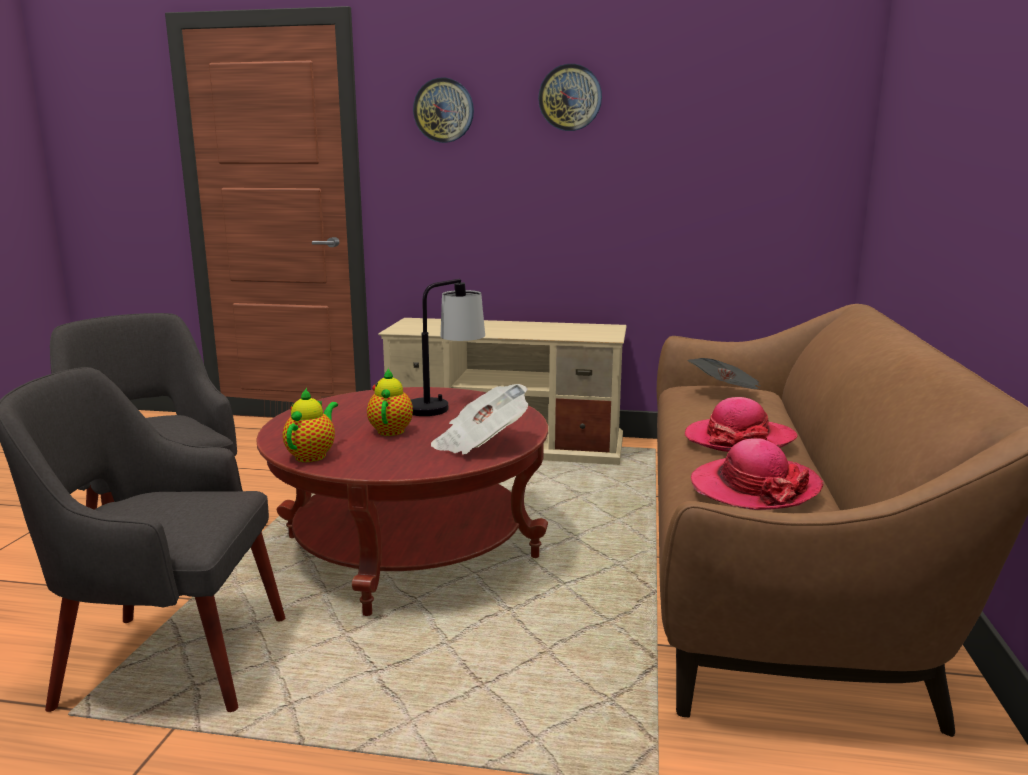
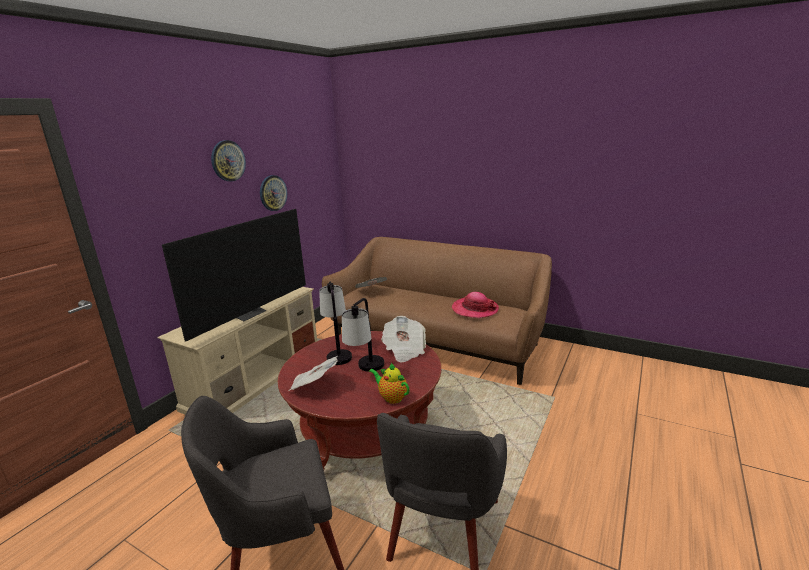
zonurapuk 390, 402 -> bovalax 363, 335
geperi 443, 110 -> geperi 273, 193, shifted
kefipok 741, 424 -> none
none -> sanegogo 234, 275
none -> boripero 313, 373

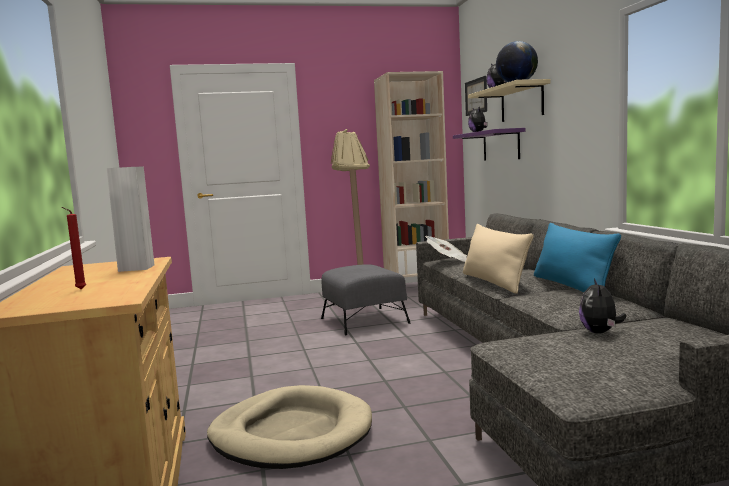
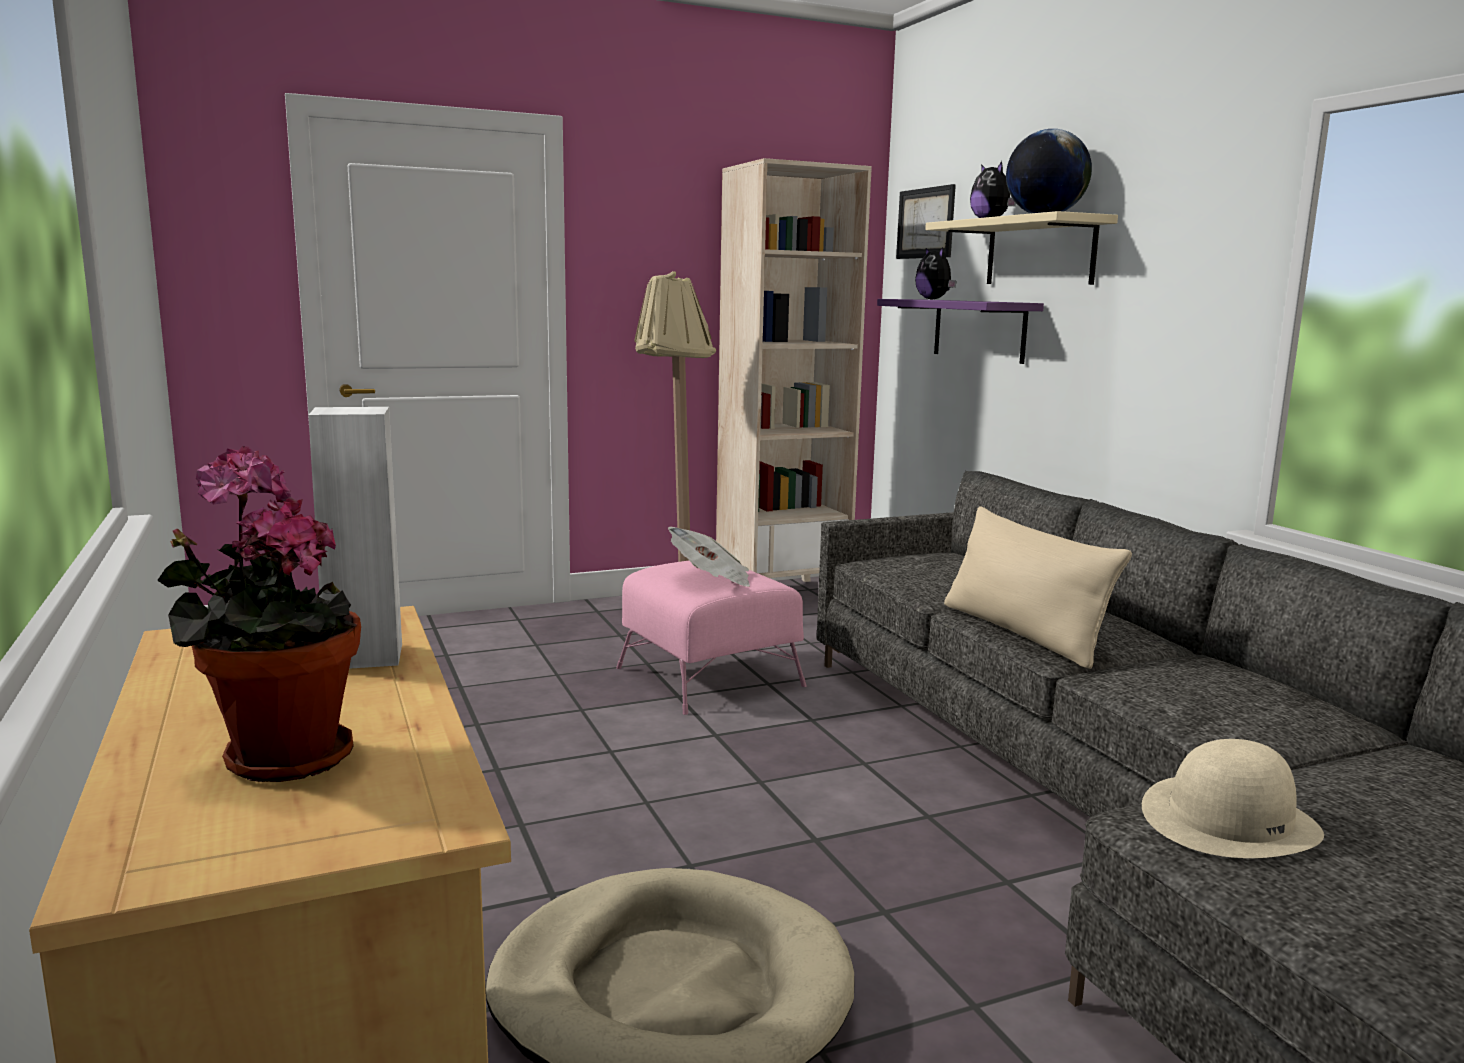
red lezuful 73, 248 -> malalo 259, 614
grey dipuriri 366, 299 -> pink dipuriri 711, 638
boripero 446, 249 -> boripero 709, 557, shifted
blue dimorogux 577, 257 -> none
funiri 602, 306 -> none
none -> beige kefipok 1233, 798

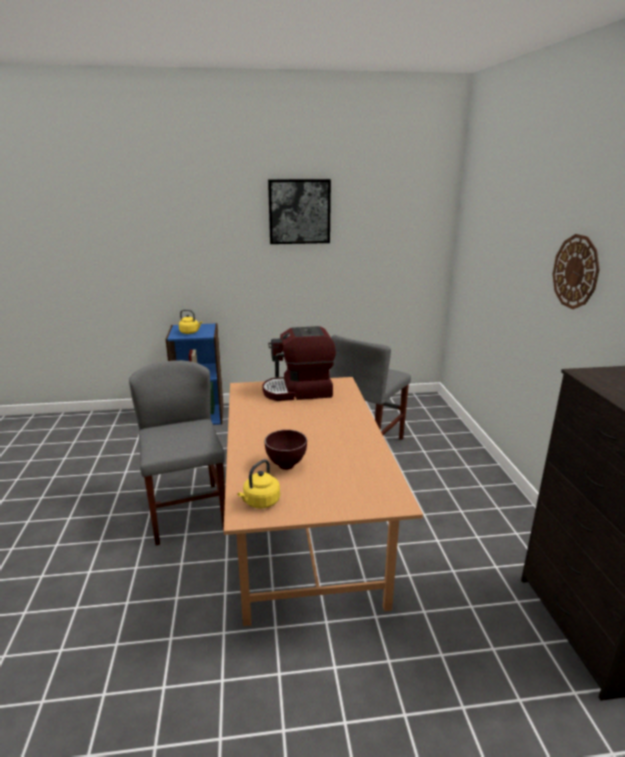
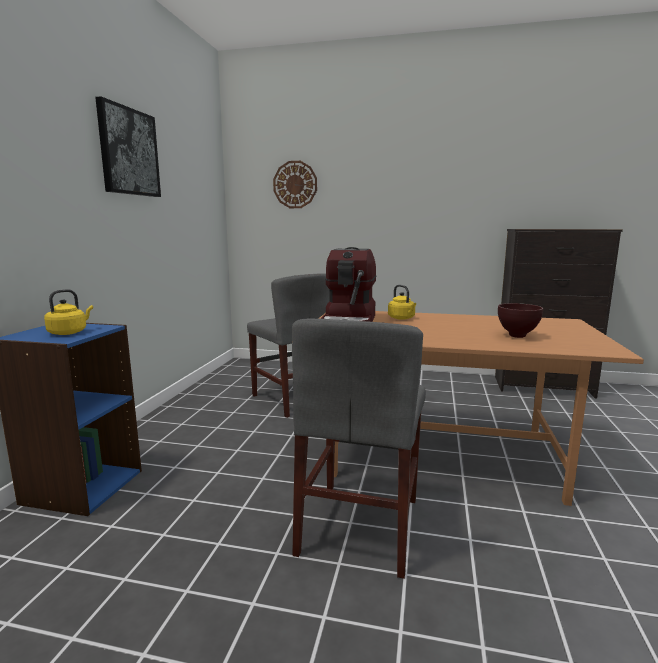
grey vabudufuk 177, 453 -> grey vabudufuk 359, 448, 75 degrees counterclockwise
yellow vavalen 258, 484 -> yellow vavalen 402, 302, shifted
geperi 576, 271 -> geperi 295, 184, shifted

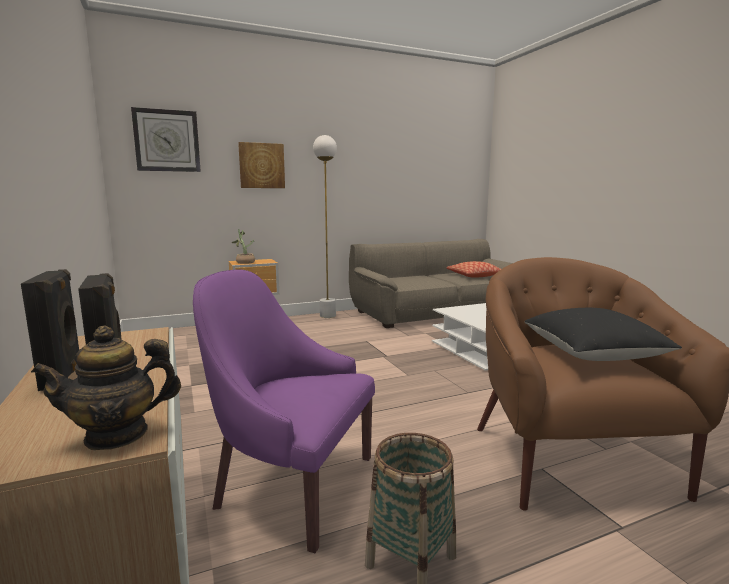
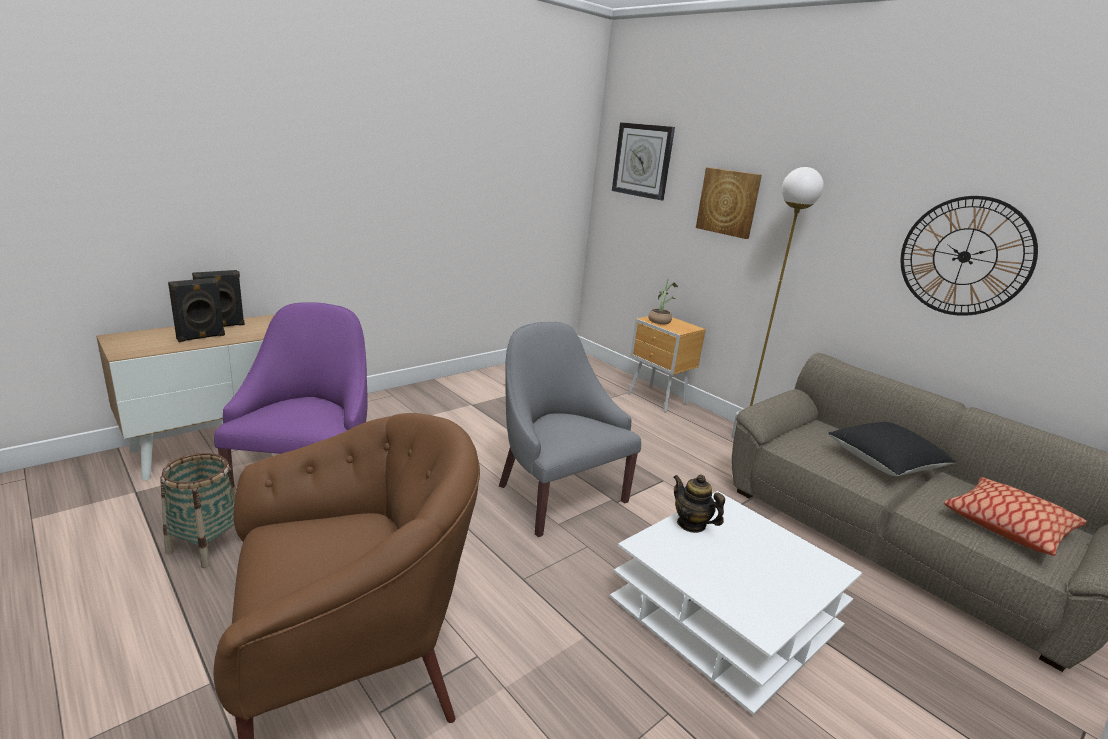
zonurapuk 106, 388 -> zonurapuk 699, 503, shifted
black dimorogux 603, 334 -> black dimorogux 892, 449, shifted
none -> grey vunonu 570, 429
none -> geperi 969, 256

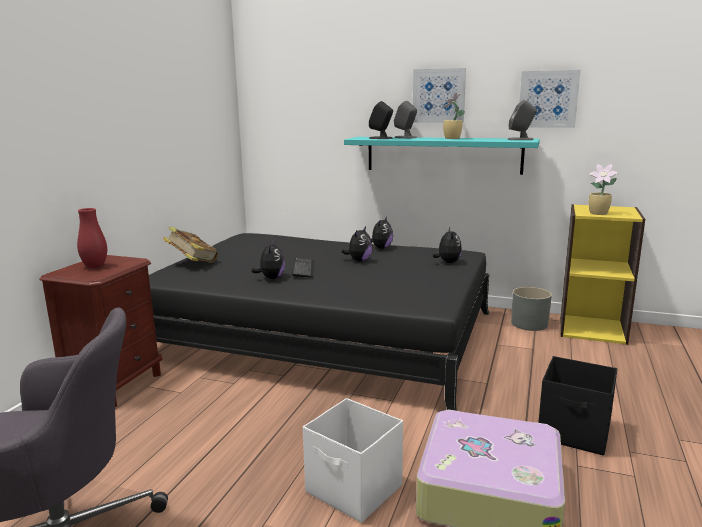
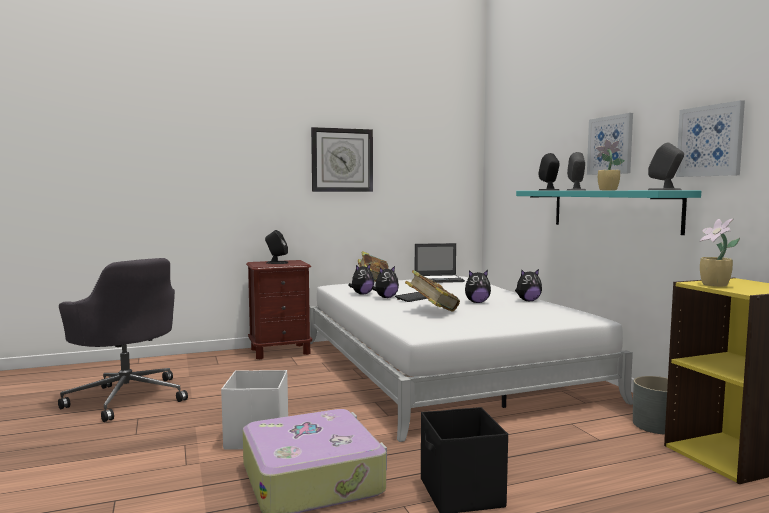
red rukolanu 92, 238 -> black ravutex 276, 247
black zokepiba 319, 322 -> white zokepiba 471, 359
funiri 447, 245 -> funiri 361, 279, shifted
none -> geperi 342, 159
none -> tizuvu 432, 291
none -> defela 439, 263

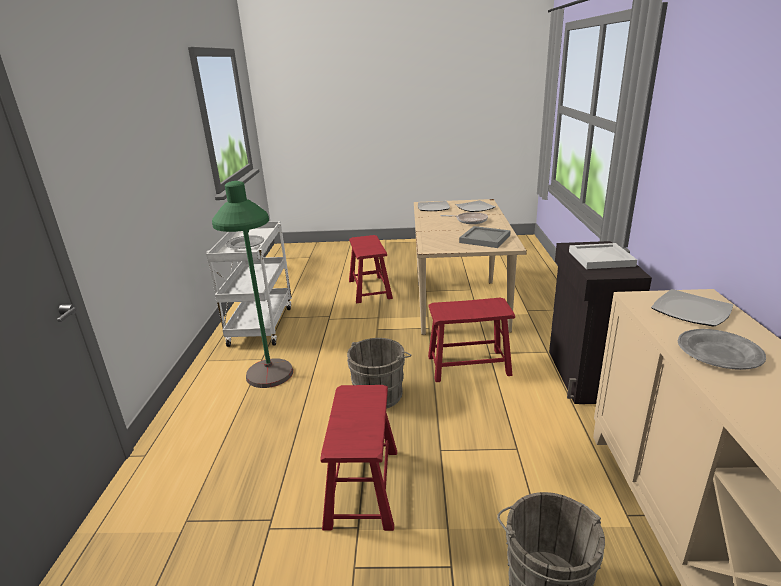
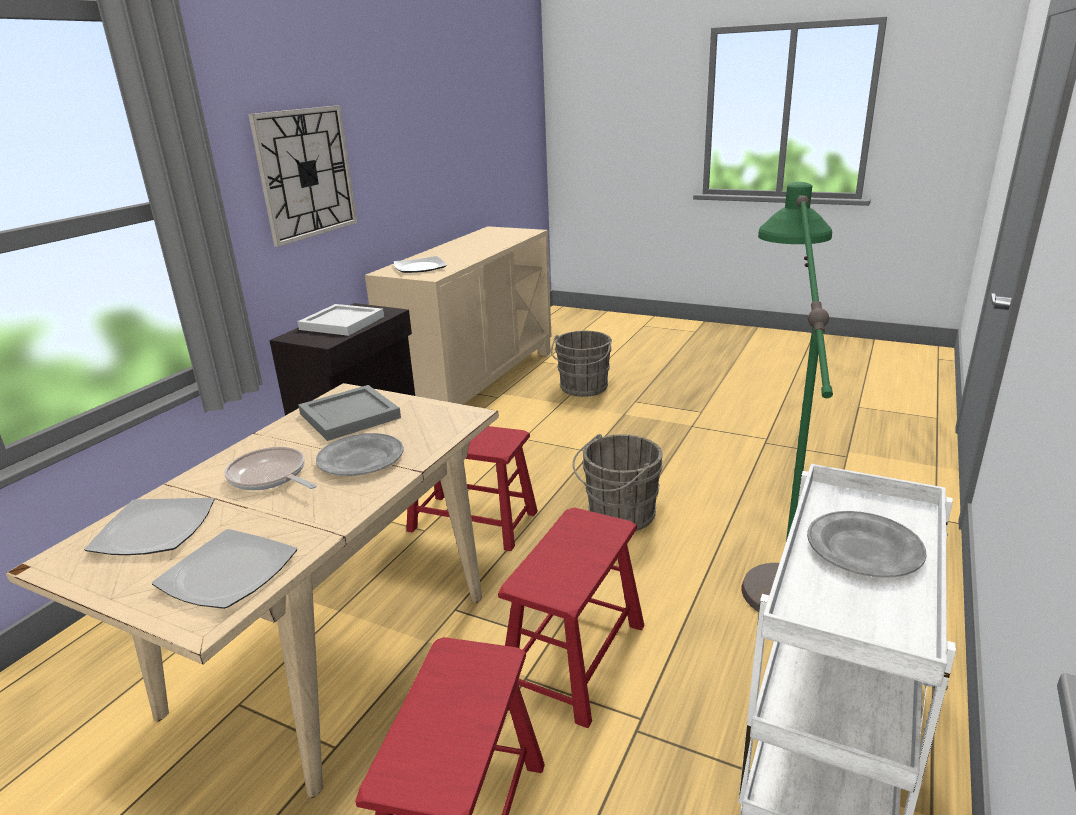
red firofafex 358, 458 -> red firofafex 571, 617, shifted
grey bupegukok 722, 349 -> grey bupegukok 359, 454, shifted
none -> geperi 302, 176

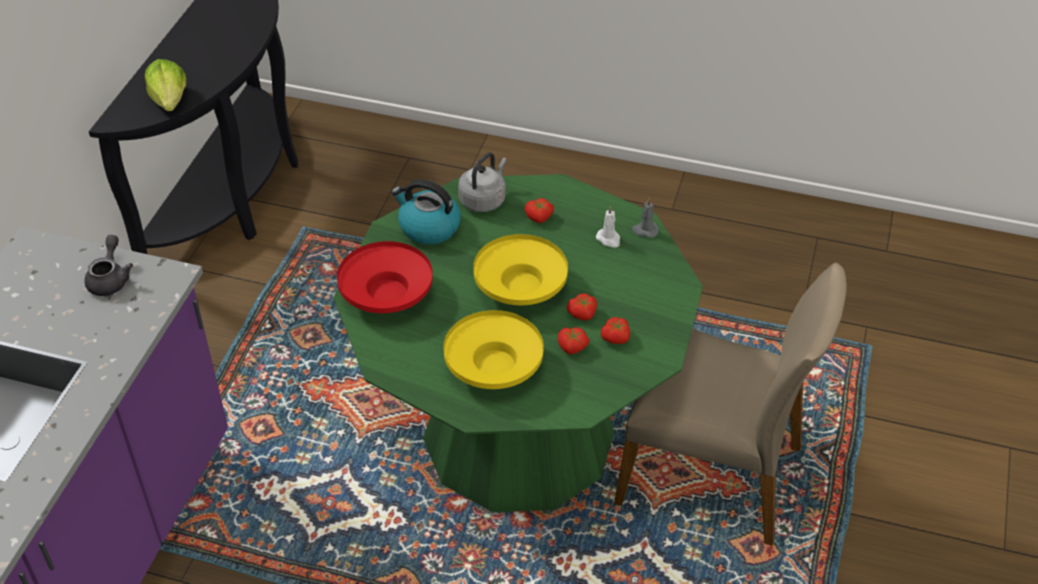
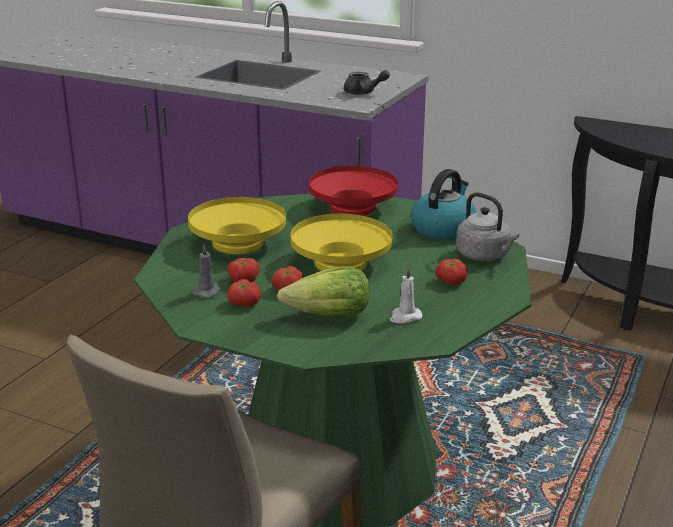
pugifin 165, 85 -> pugifin 323, 292, shifted
grey lezuful 645, 218 -> grey lezuful 206, 271, shifted

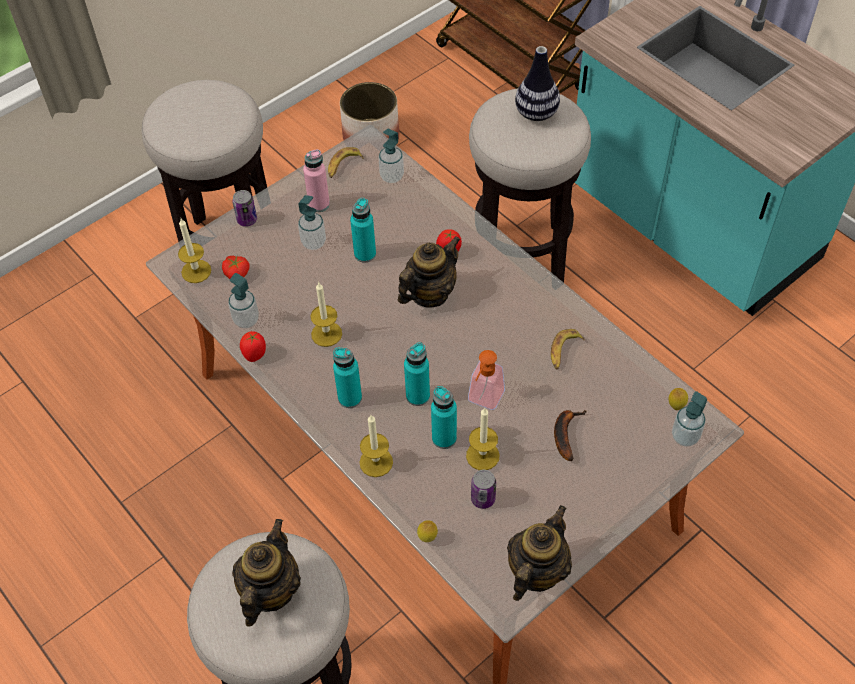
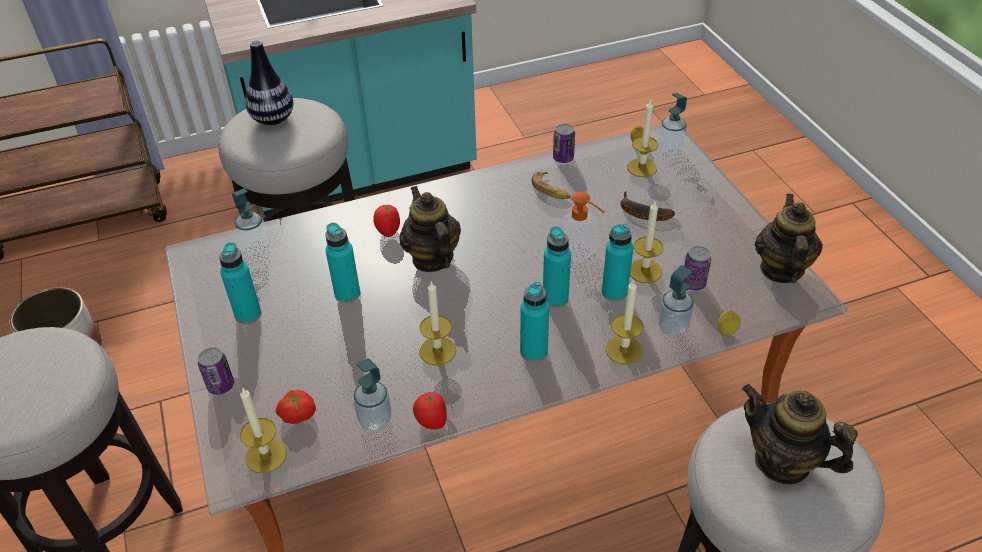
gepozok 312, 222 -> gepozok 676, 300, shifted
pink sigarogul 316, 180 -> turquoise sigarogul 240, 283
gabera 345, 162 -> none
zonurapuk 539, 553 -> zonurapuk 789, 238, 45 degrees clockwise
none -> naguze 564, 143
none -> lezuful 642, 138

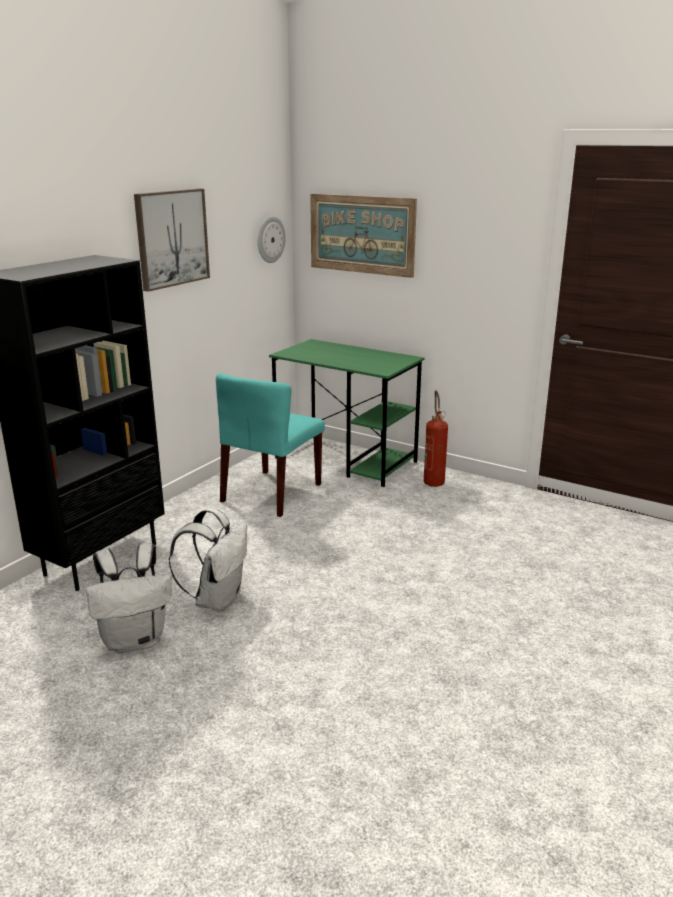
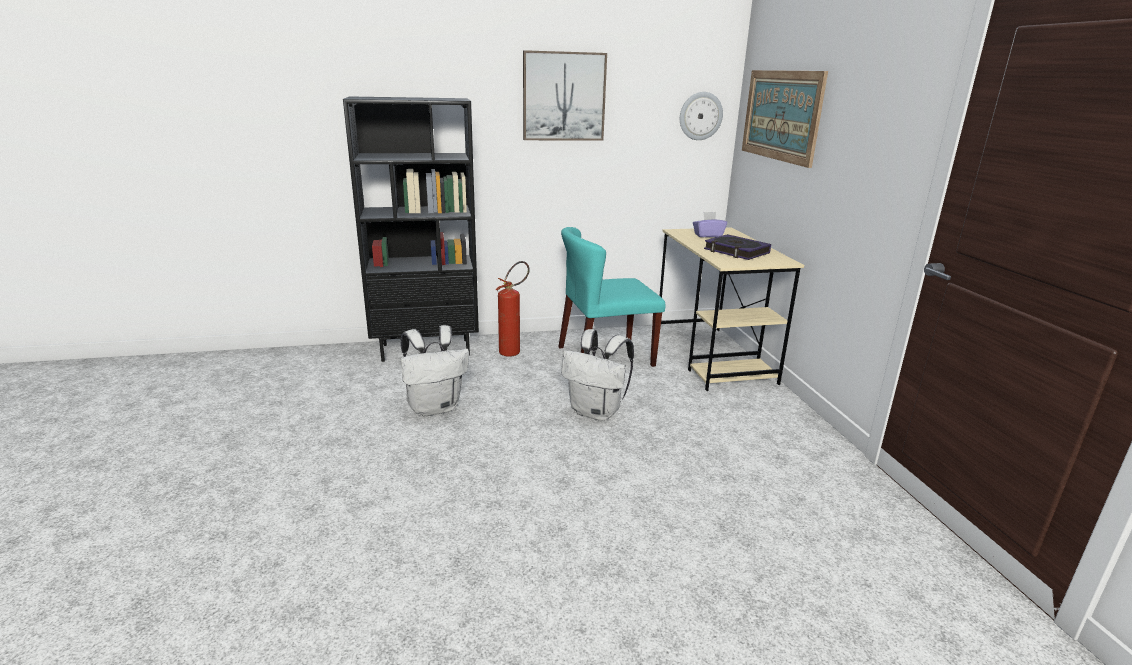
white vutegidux 129, 598 -> white vutegidux 597, 375, shifted
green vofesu 347, 413 -> beige vofesu 732, 309
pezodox 436, 438 -> pezodox 513, 309, shifted
none -> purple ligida 710, 224
none -> tizuvu 737, 247

